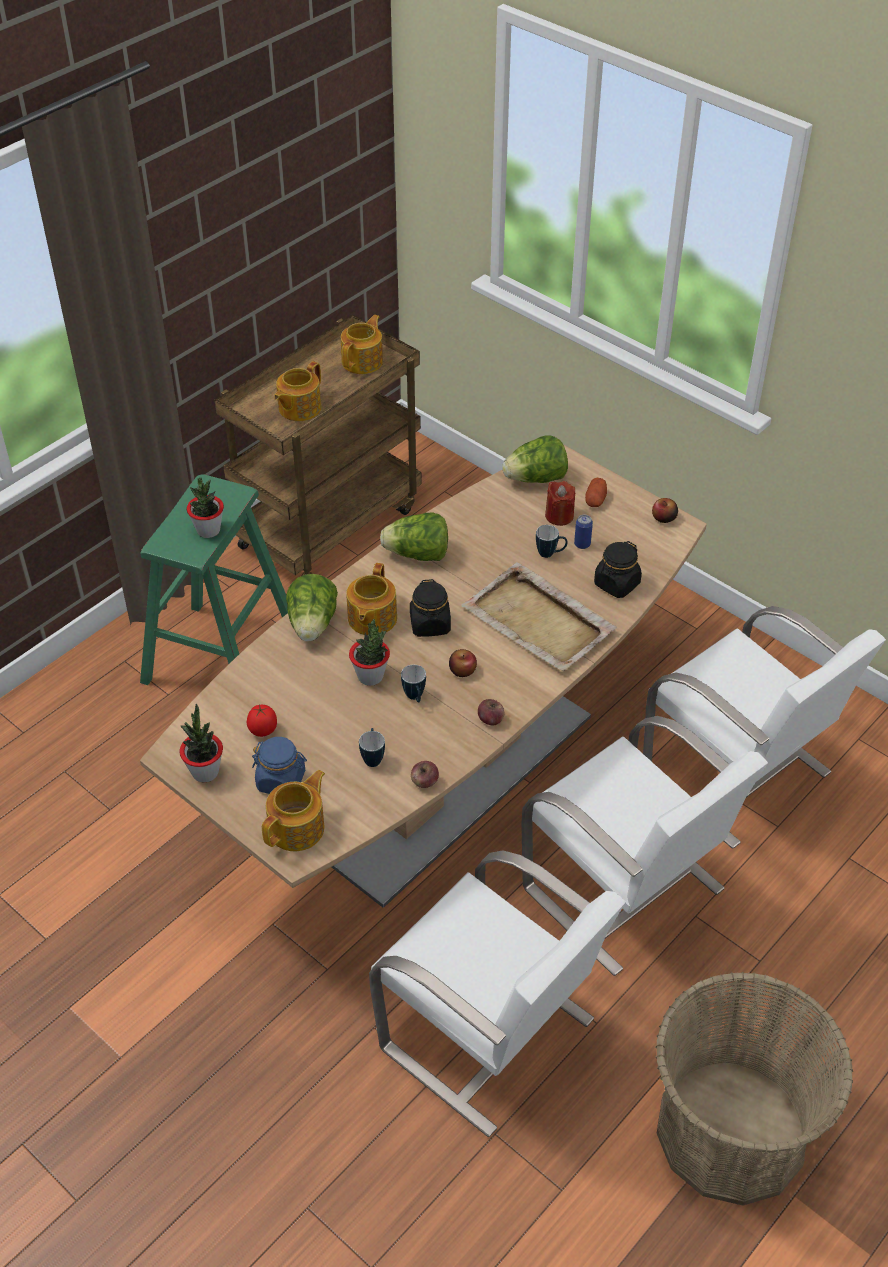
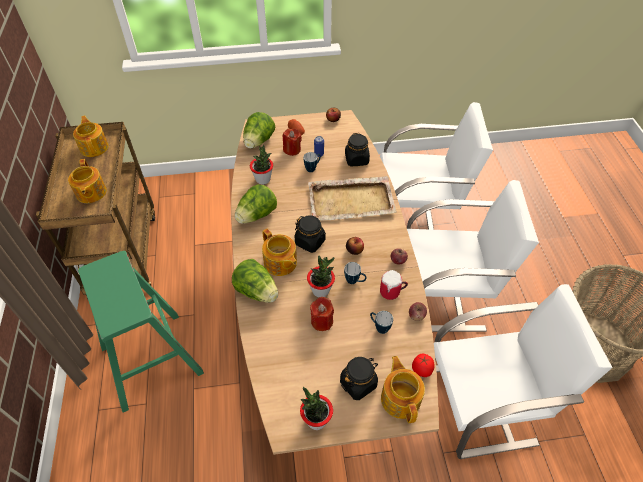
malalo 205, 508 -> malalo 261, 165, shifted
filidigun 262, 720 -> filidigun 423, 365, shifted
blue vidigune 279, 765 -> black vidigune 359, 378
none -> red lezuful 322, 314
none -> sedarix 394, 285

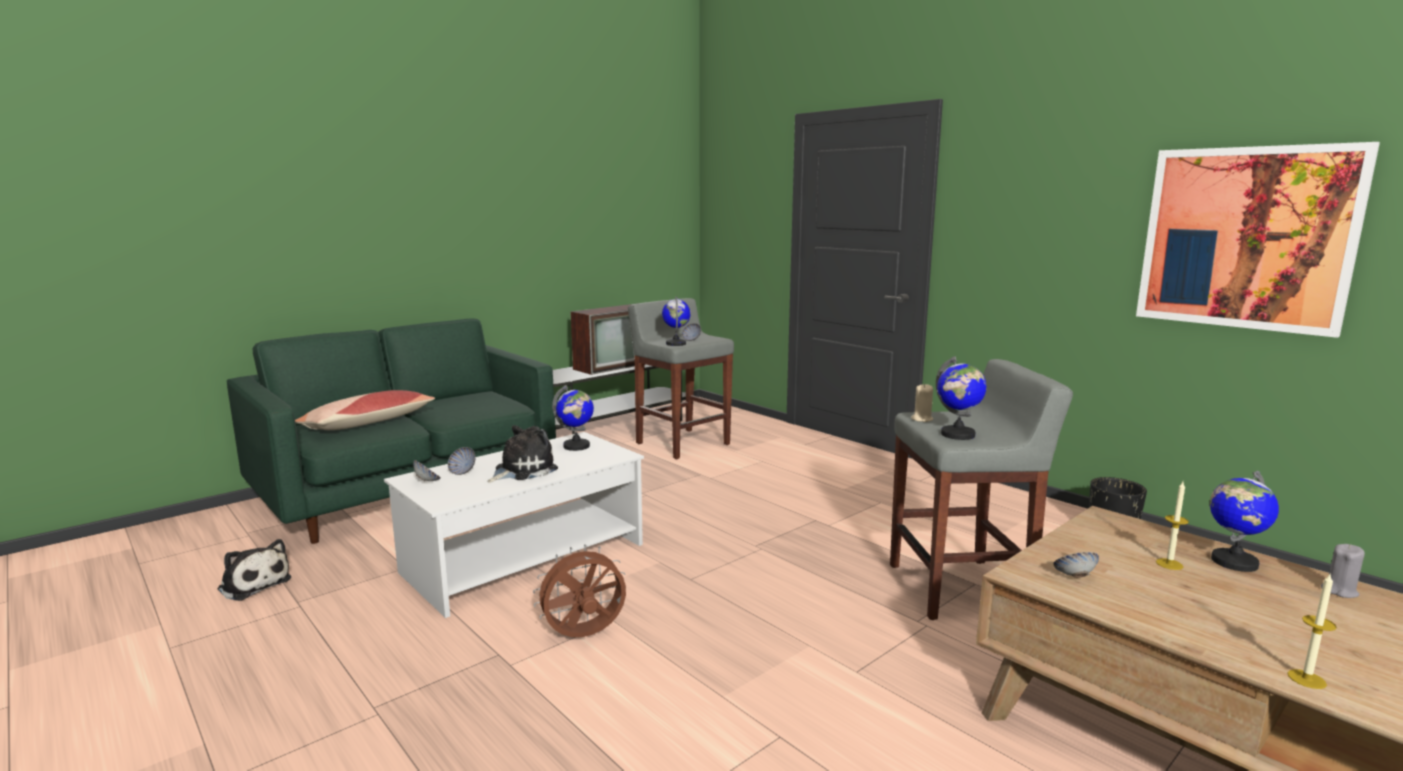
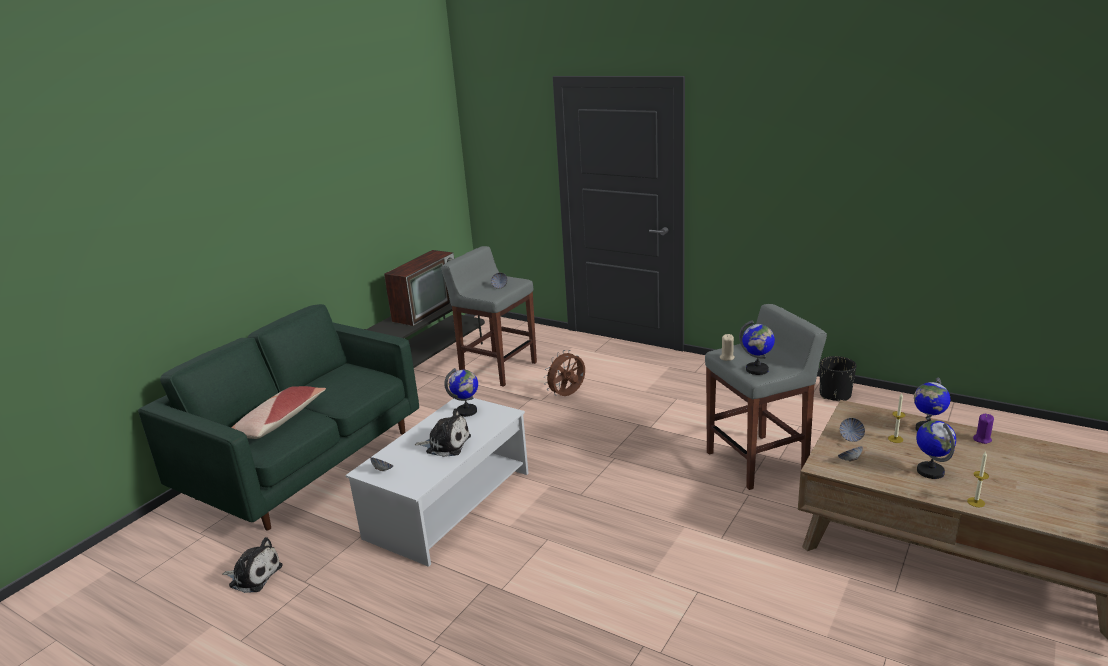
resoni 462, 461 -> resoni 852, 430, shifted
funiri 522, 454 -> funiri 442, 432, 75 degrees clockwise
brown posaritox 579, 590 -> brown posaritox 564, 373, shifted
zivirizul 676, 321 -> zivirizul 936, 449, shifted
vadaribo 1258, 240 -> none
grey lezuful 1343, 571 -> purple lezuful 983, 429

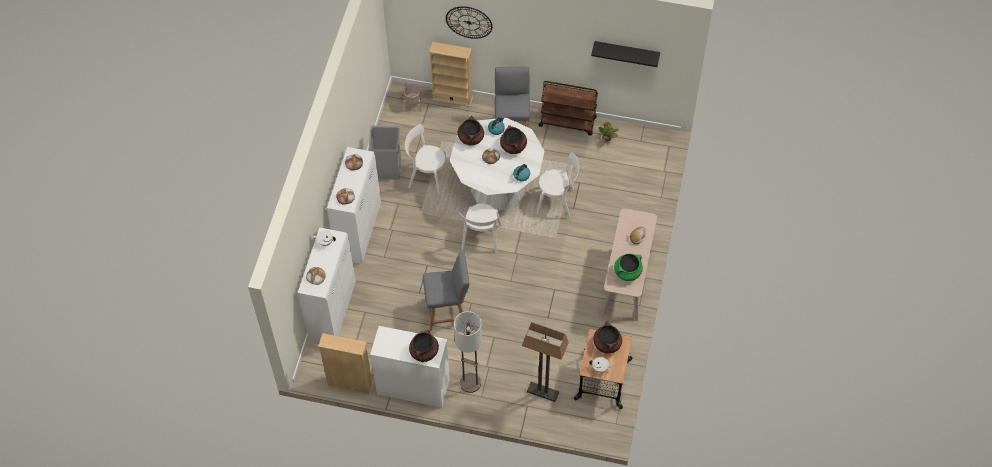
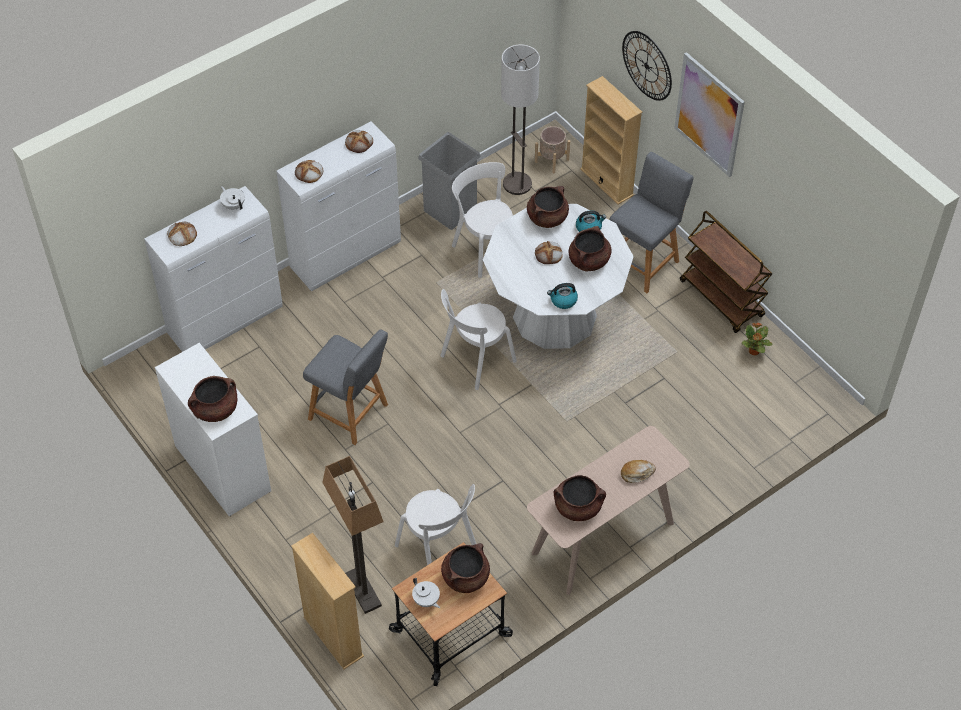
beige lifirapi 345, 364 -> beige lifirapi 327, 601, shifted
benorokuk 468, 352 -> benorokuk 520, 119, shifted
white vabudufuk 558, 185 -> white vabudufuk 435, 524, shifted
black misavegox 625, 54 -> none
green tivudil 628, 267 -> brown tivudil 580, 498
none -> vadaribo 709, 114

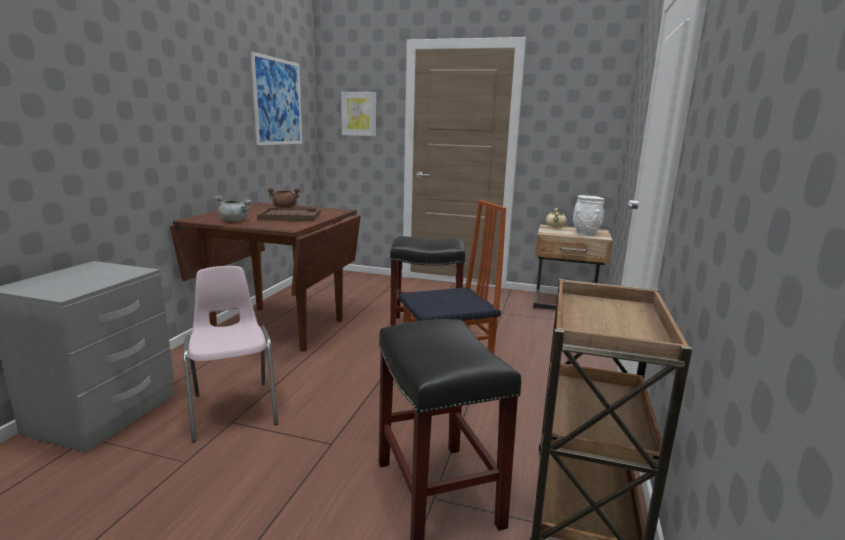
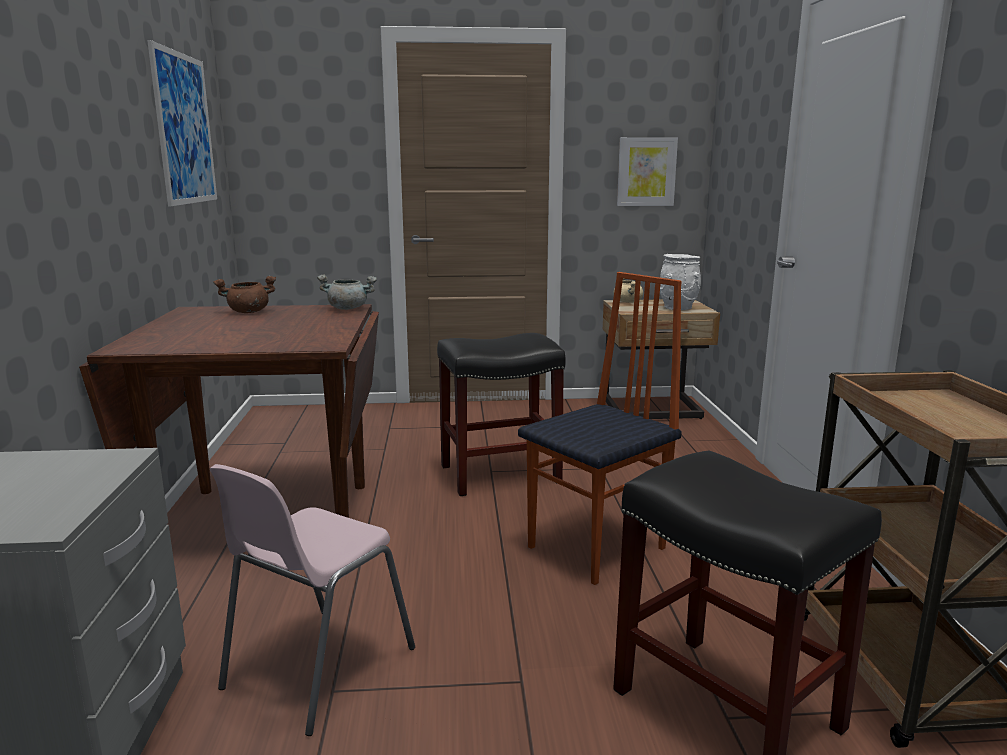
pink vabudufuk 230, 354 -> pink vabudufuk 312, 600, 105 degrees counterclockwise
grey tivudil 233, 208 -> grey tivudil 347, 292, shifted
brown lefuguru 288, 214 -> none
vadaribo 358, 114 -> vadaribo 647, 171, shifted

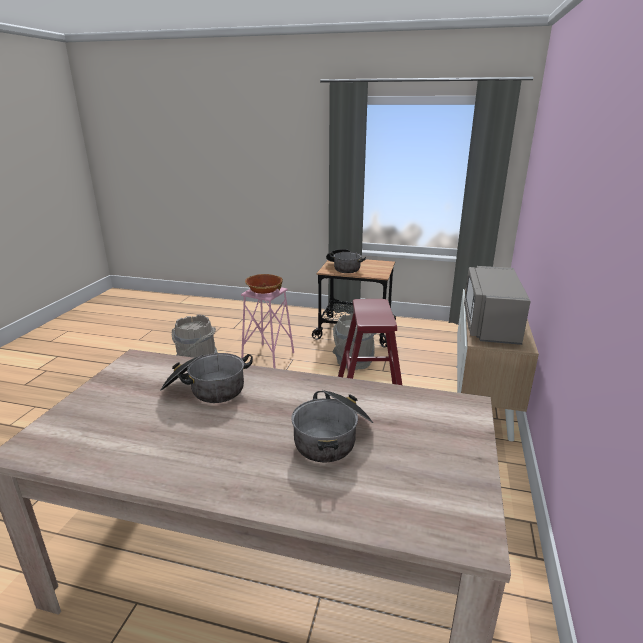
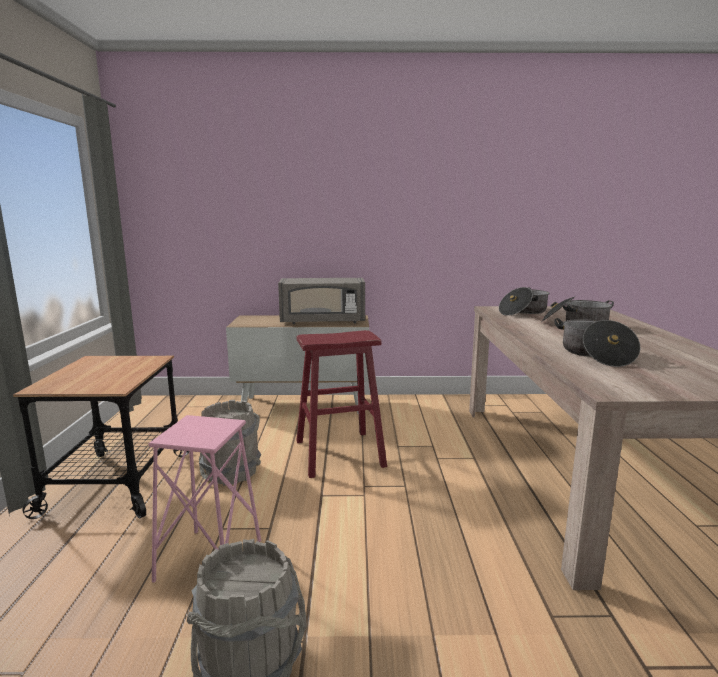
resoni 264, 284 -> none
tivudil 346, 261 -> tivudil 524, 301, shifted

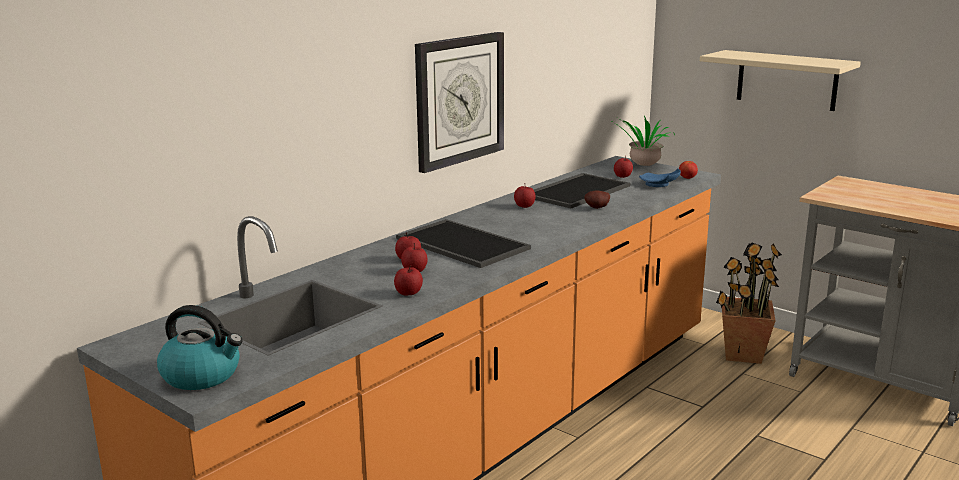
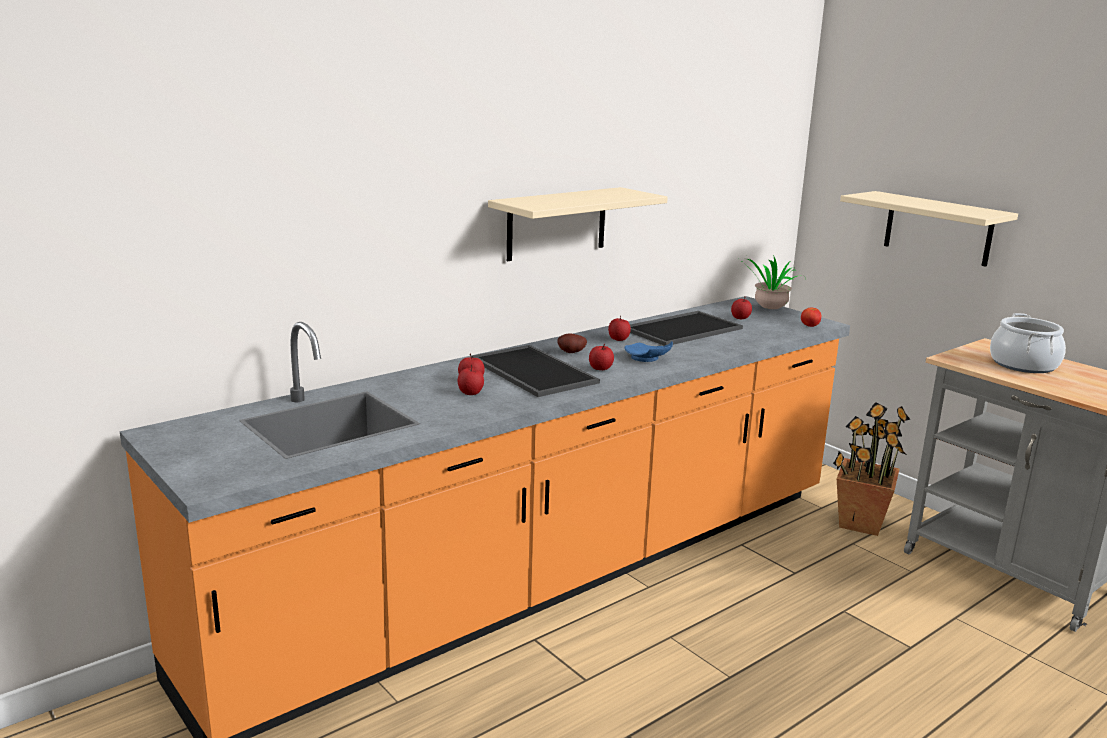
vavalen 200, 347 -> none
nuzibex 408, 280 -> nuzibex 601, 357, shifted
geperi 459, 102 -> beige misavegox 578, 224
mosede 597, 199 -> mosede 572, 343, shifted
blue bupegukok 660, 177 -> blue bupegukok 648, 351, shifted
none -> tivudil 1028, 343

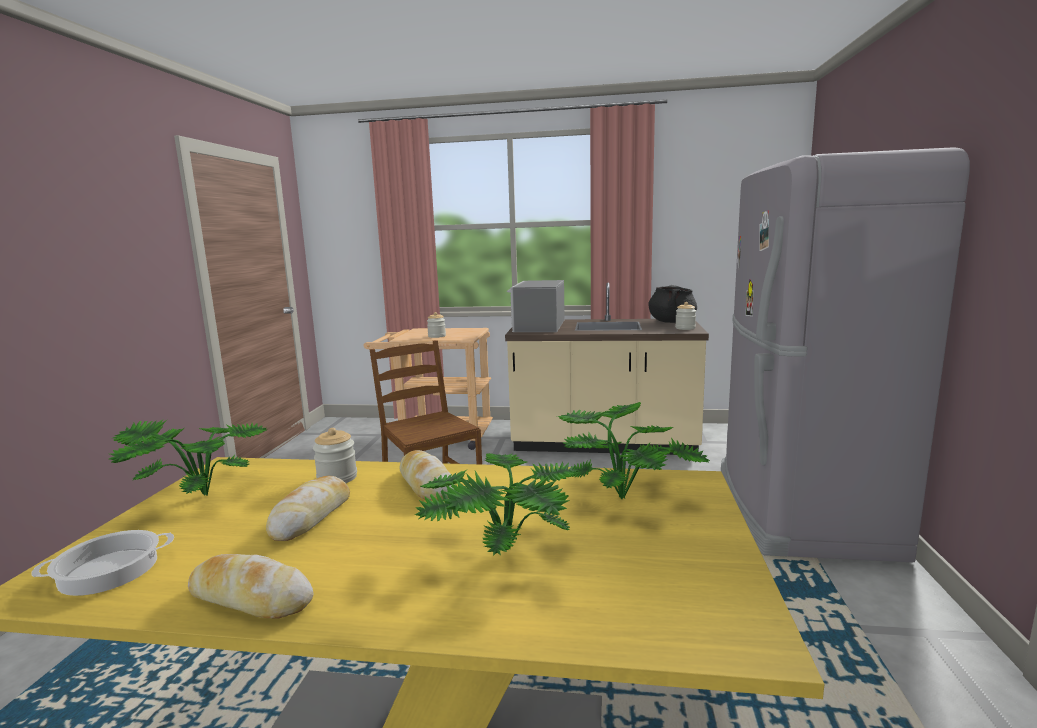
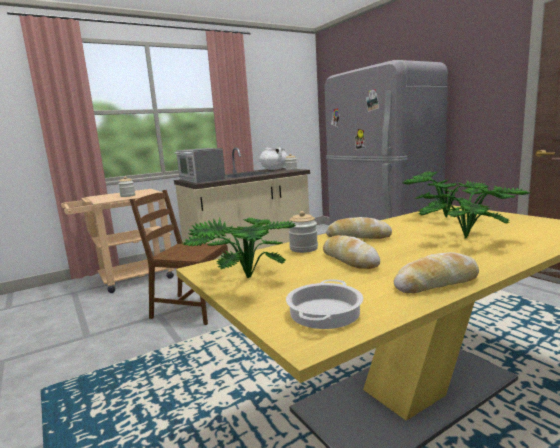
black tivudil 672, 304 -> white tivudil 273, 159

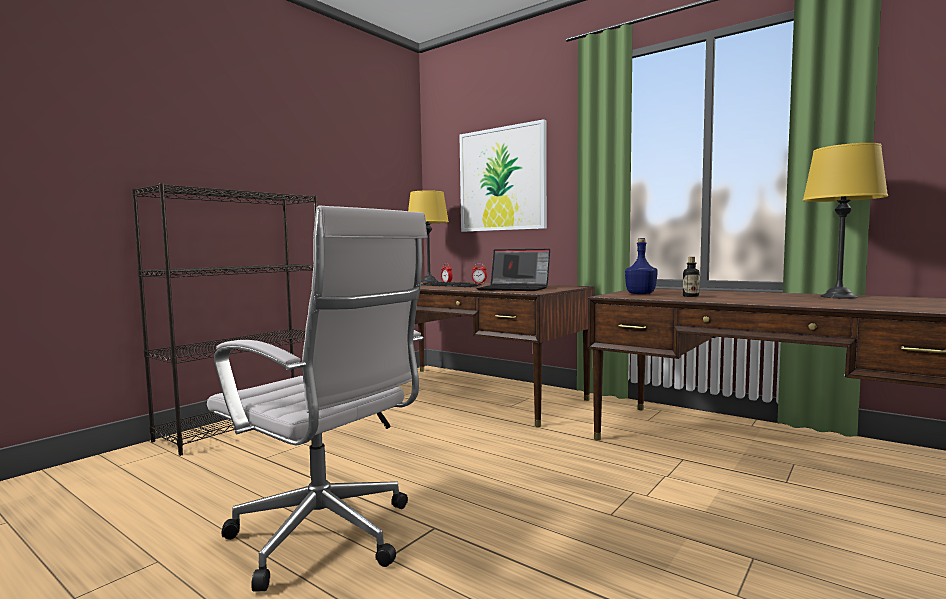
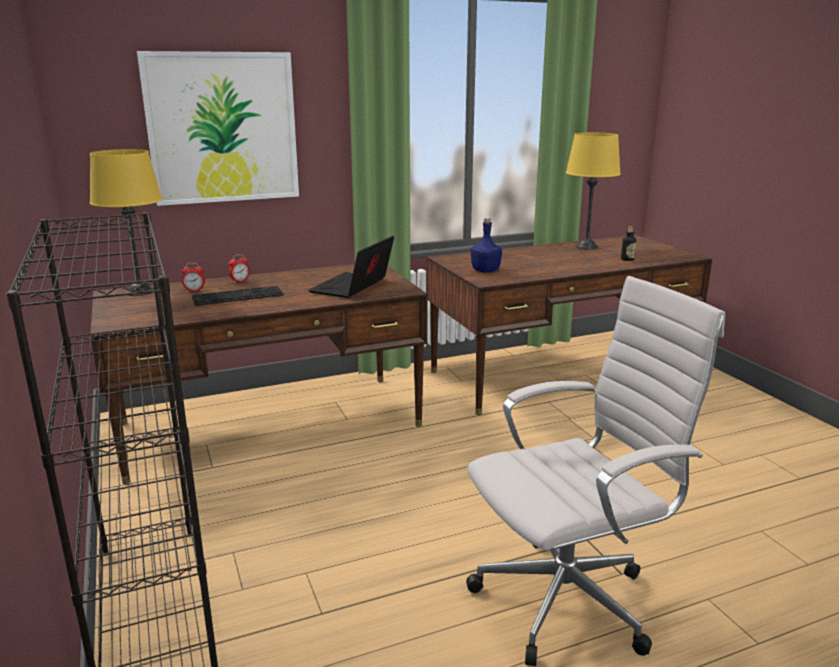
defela 513, 270 -> defela 351, 267, 150 degrees clockwise
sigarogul 691, 277 -> sigarogul 628, 243, shifted

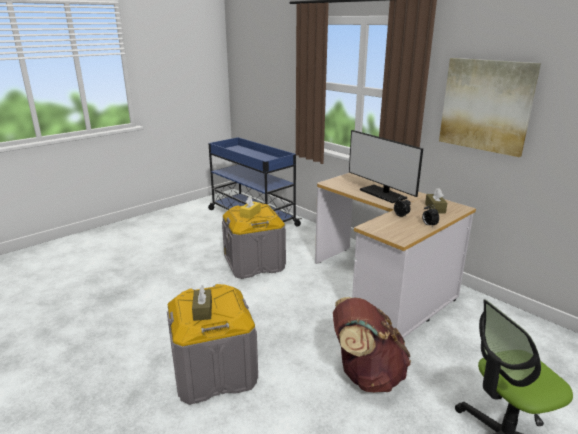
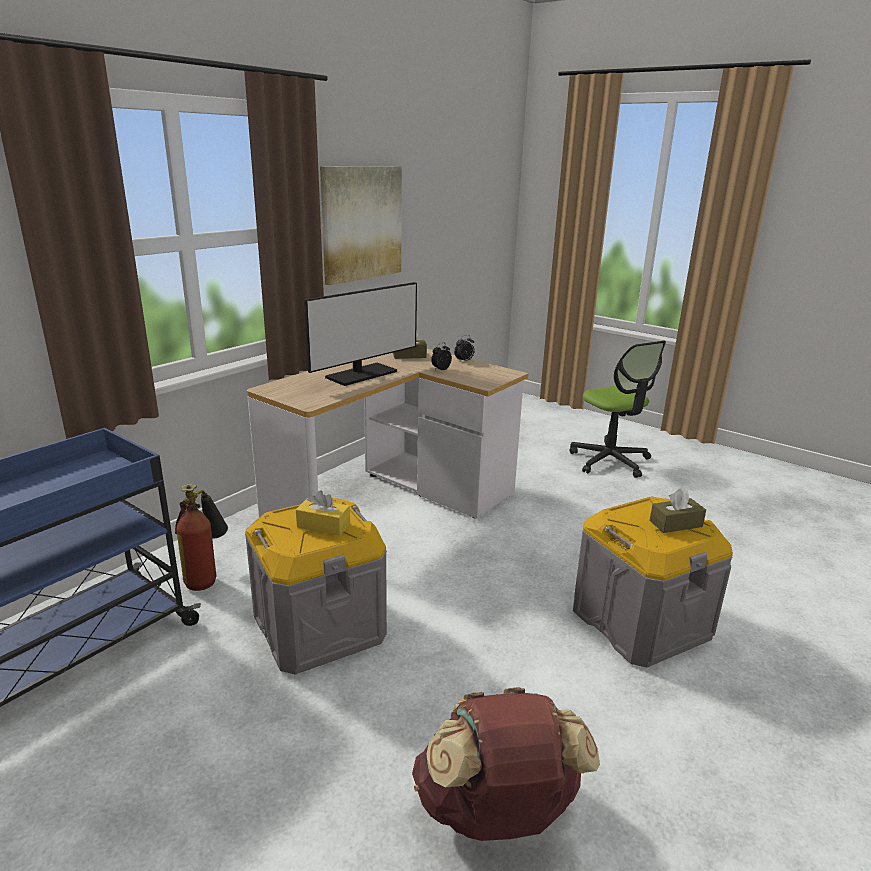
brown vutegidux 372, 344 -> brown vutegidux 506, 764, shifted
none -> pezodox 201, 537

